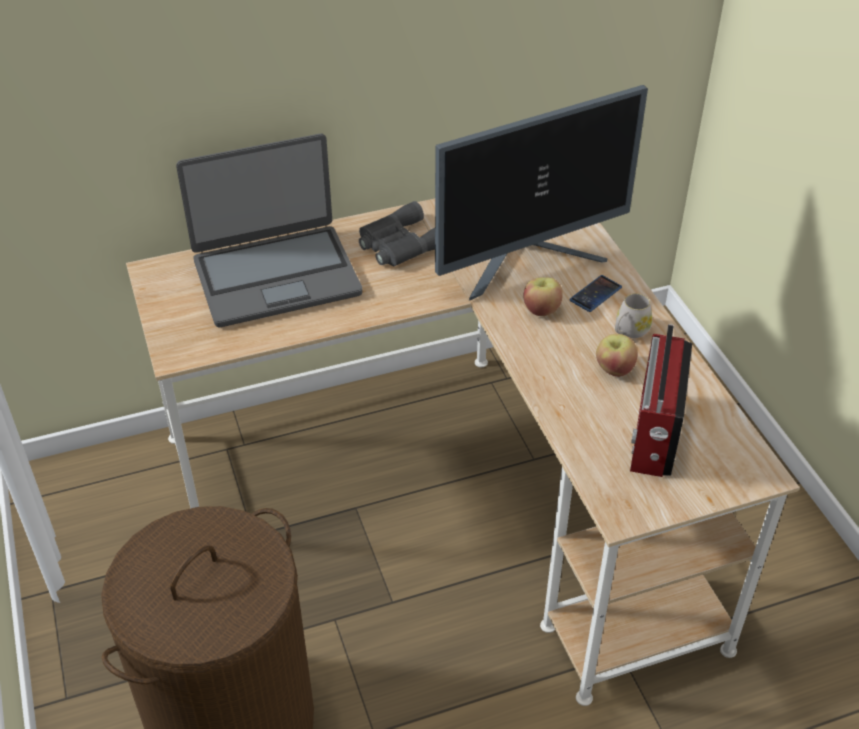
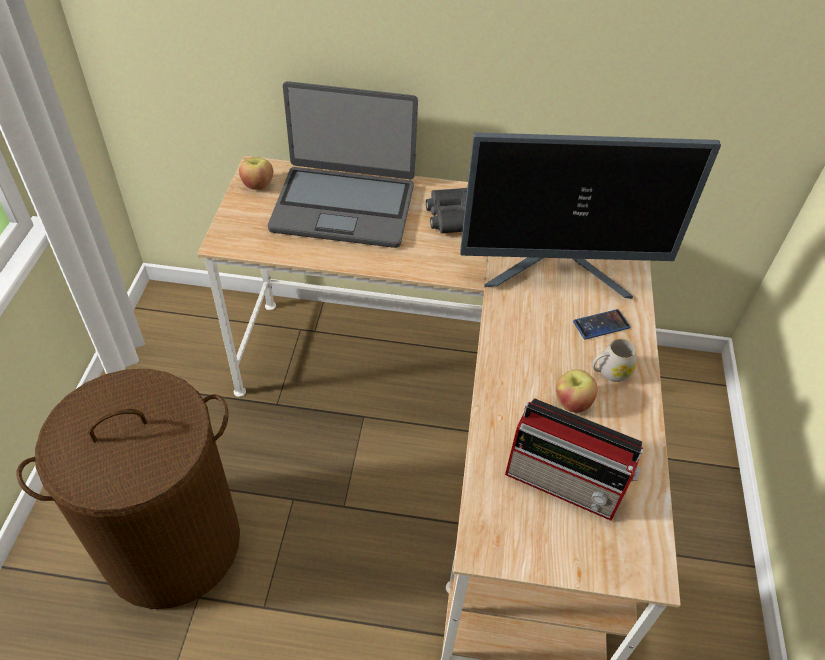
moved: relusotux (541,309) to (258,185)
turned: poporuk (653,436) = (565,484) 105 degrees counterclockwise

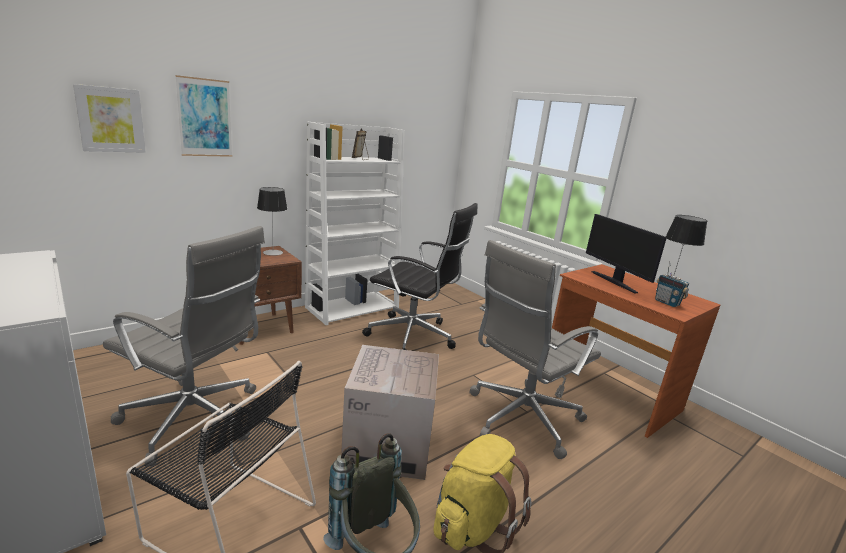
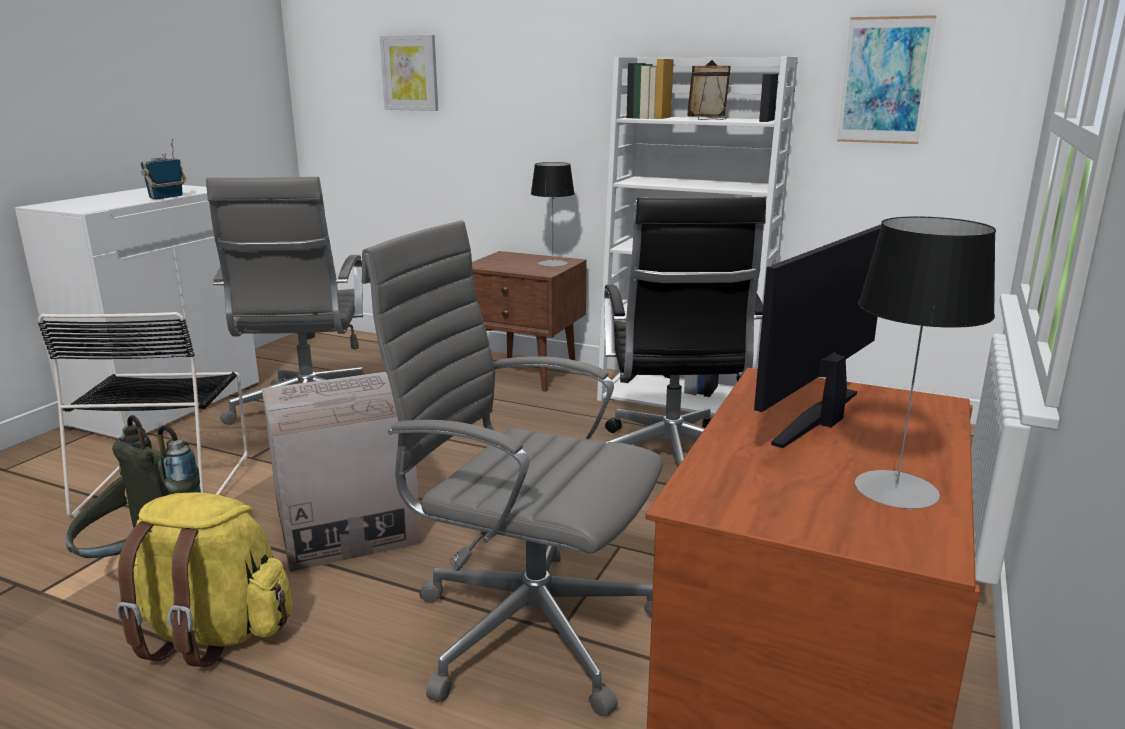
moved: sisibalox (205,118) to (884,81); poporuk (667,303) to (166,197)

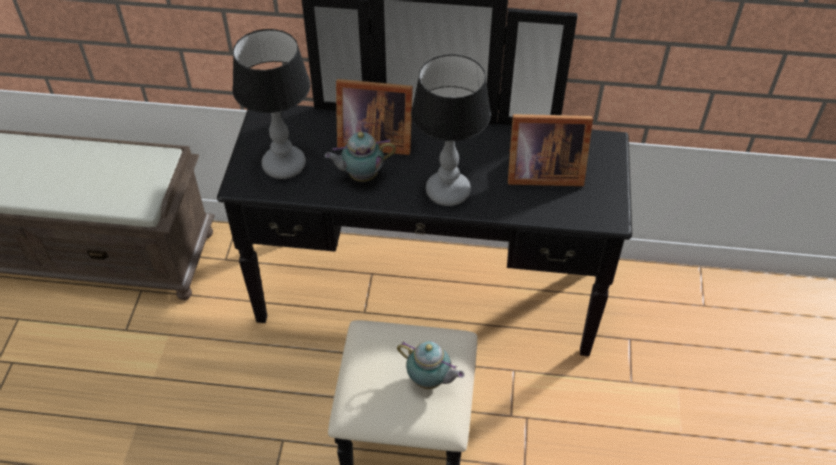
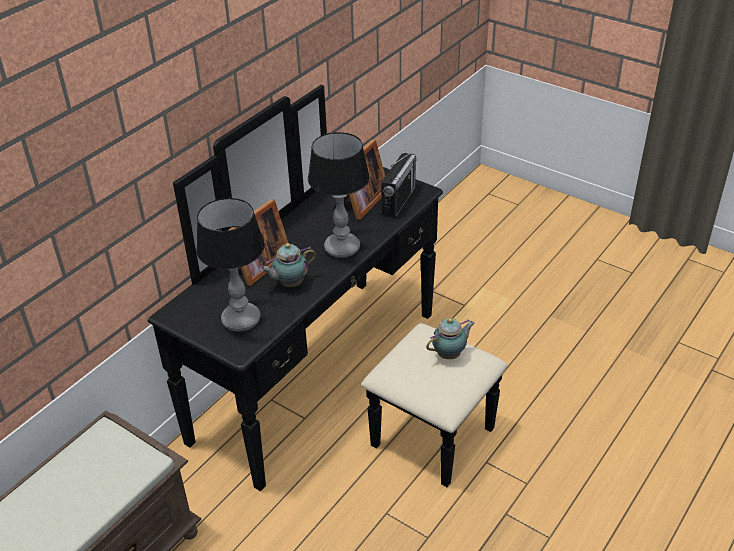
added: poporuk (398,201)
turned: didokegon (361,176) = (289,284) 45 degrees clockwise

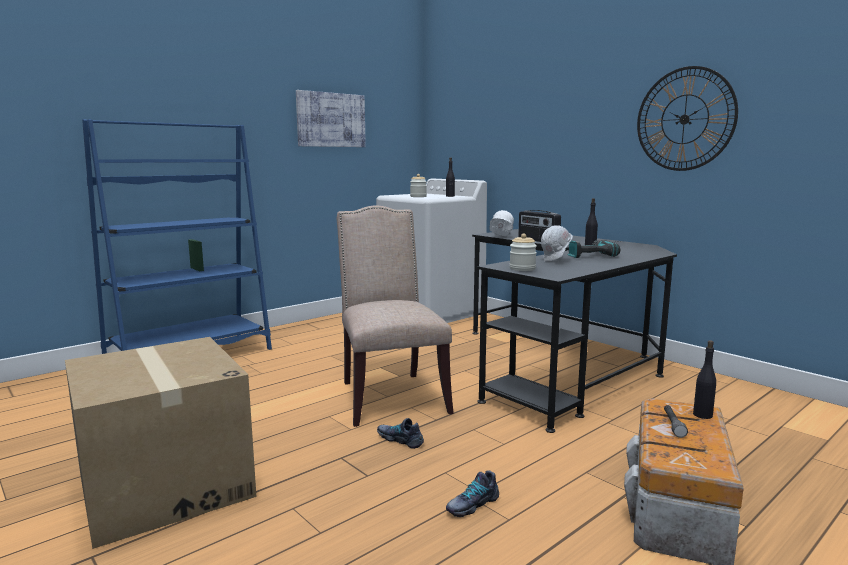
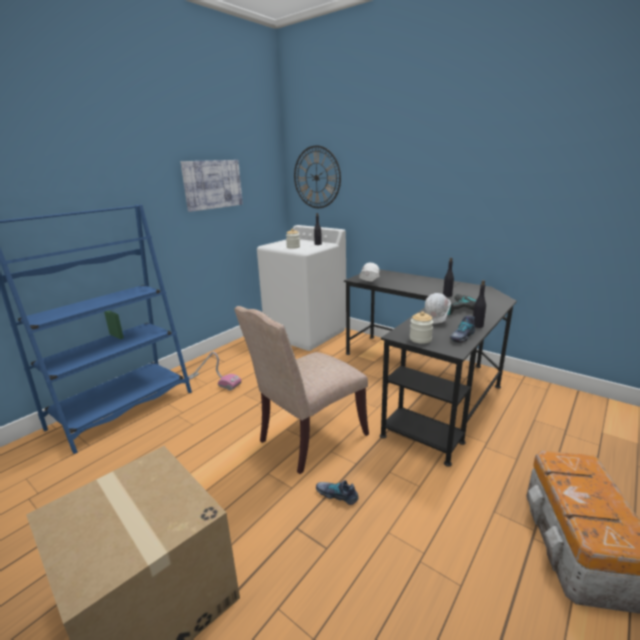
removed: poporuk (538,240); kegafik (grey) (673,425)
added: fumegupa (213,381)
moved: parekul (472,504) to (462,336); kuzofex (684,119) to (316,177); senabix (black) (702,415) to (477,326)
turned: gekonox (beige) (389,395) = (308,438) 105 degrees counterclockwise

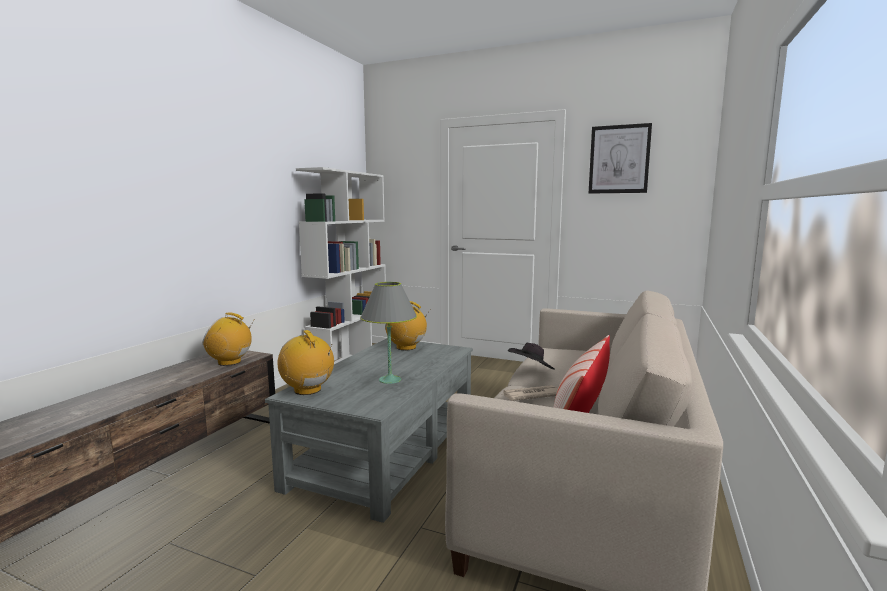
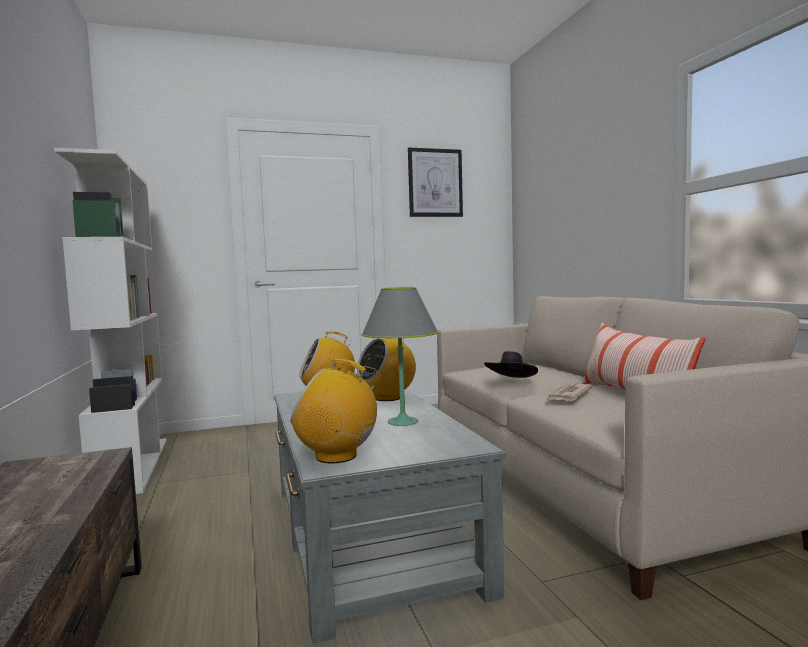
moved: poporuk (230,362) to (388,397)

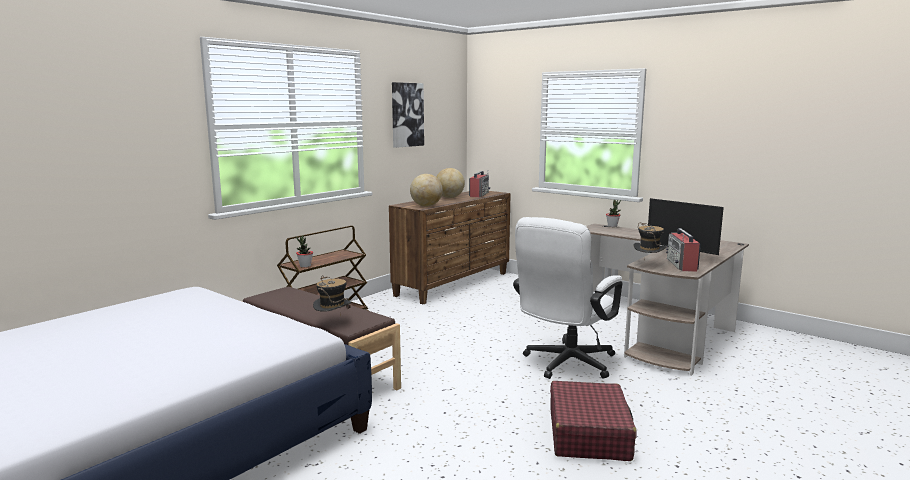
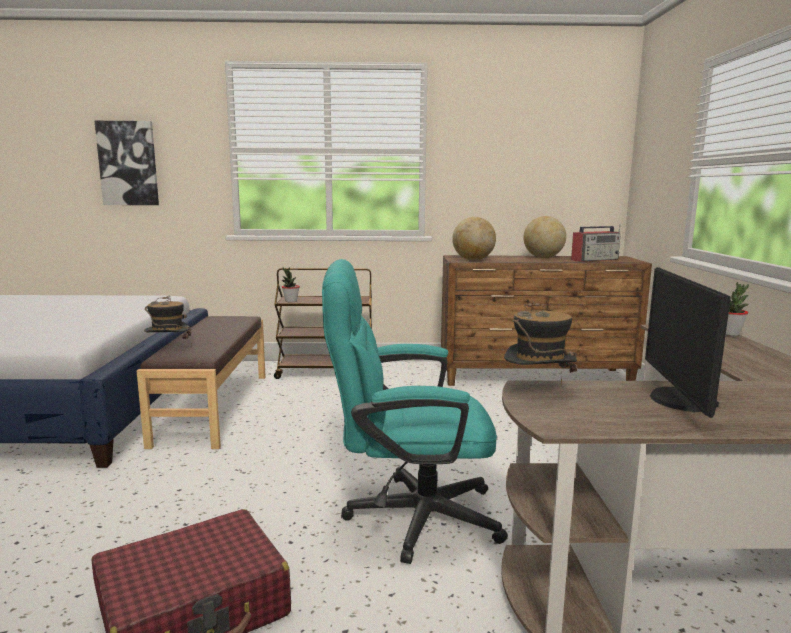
removed: poporuk (682,265)
moved: sisibalox (407,115) to (128,163)
recoloured: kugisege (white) (565,365) to kugisege (turquoise) (408,516)

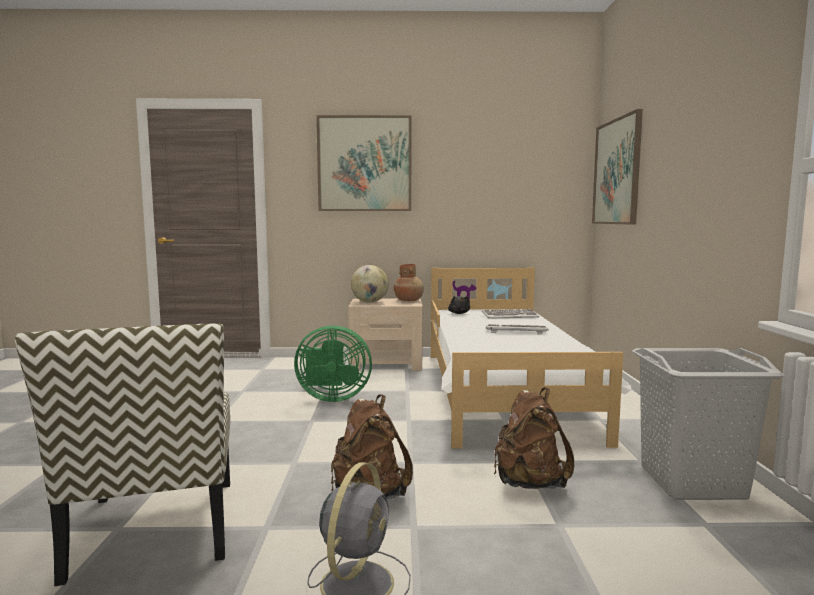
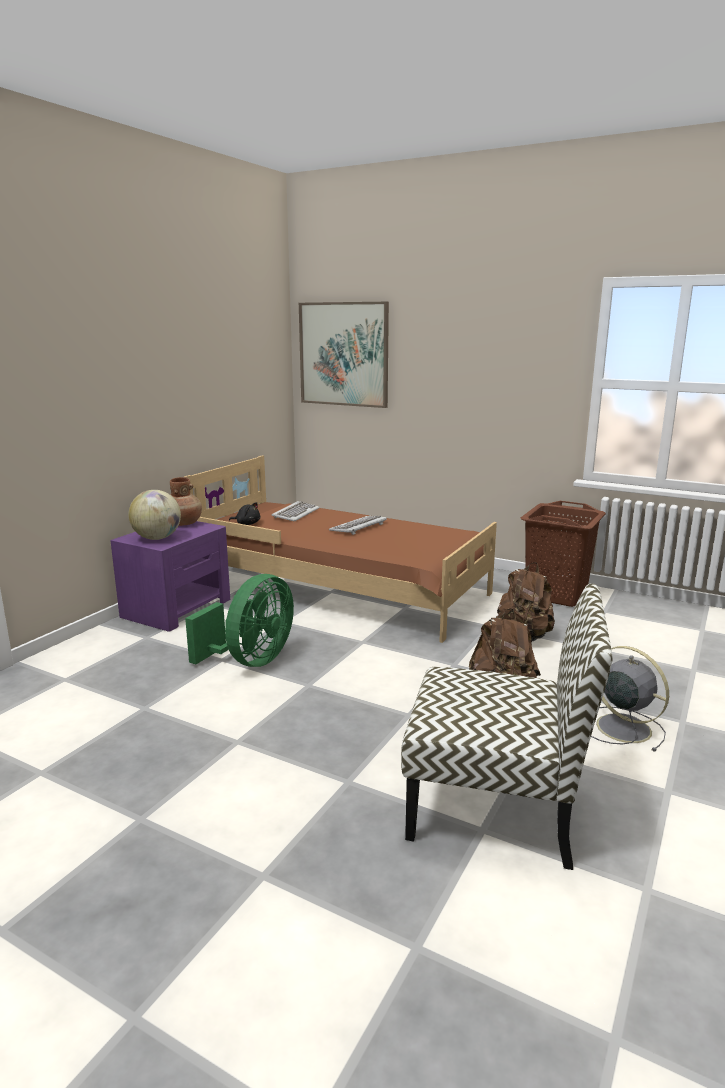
removed: sisibalox (364,164)
recoloured: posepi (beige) (387,363) to posepi (purple) (177,608); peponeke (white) (503,391) to peponeke (brown) (341,588); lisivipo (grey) (693,483) to lisivipo (brown) (556,595)

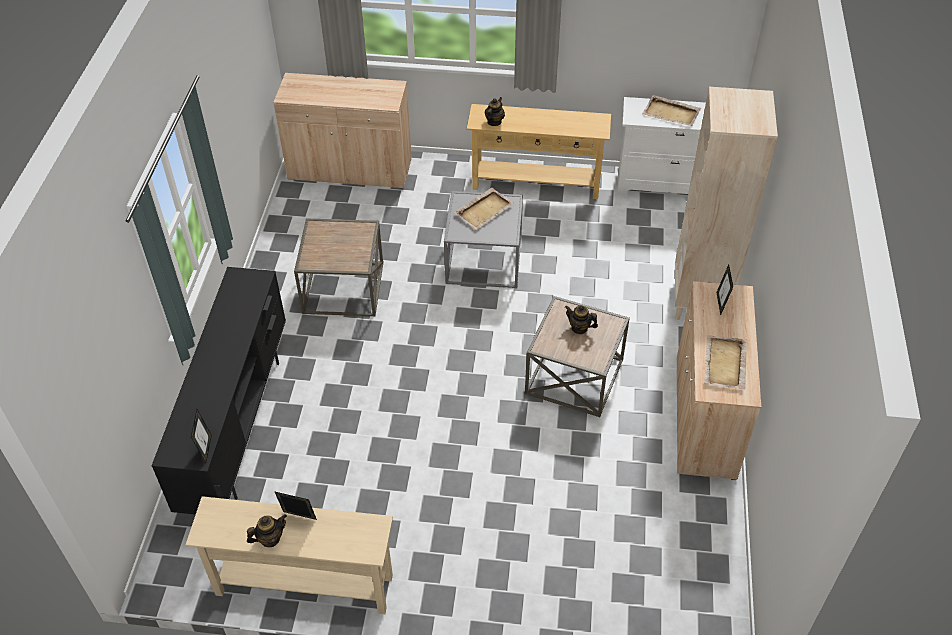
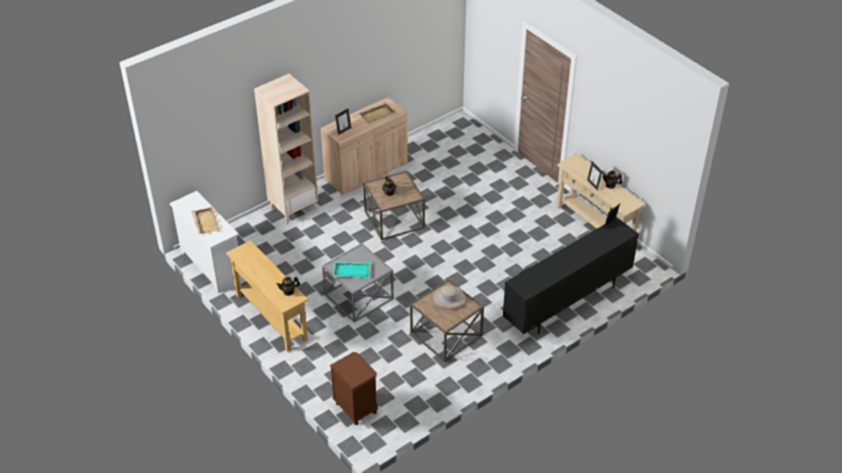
added: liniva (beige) (449,298)
replaced: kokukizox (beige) (350,170) to posepi (brown) (356,408)
recoloured: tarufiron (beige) (484,210) to tarufiron (turquoise) (351,271)

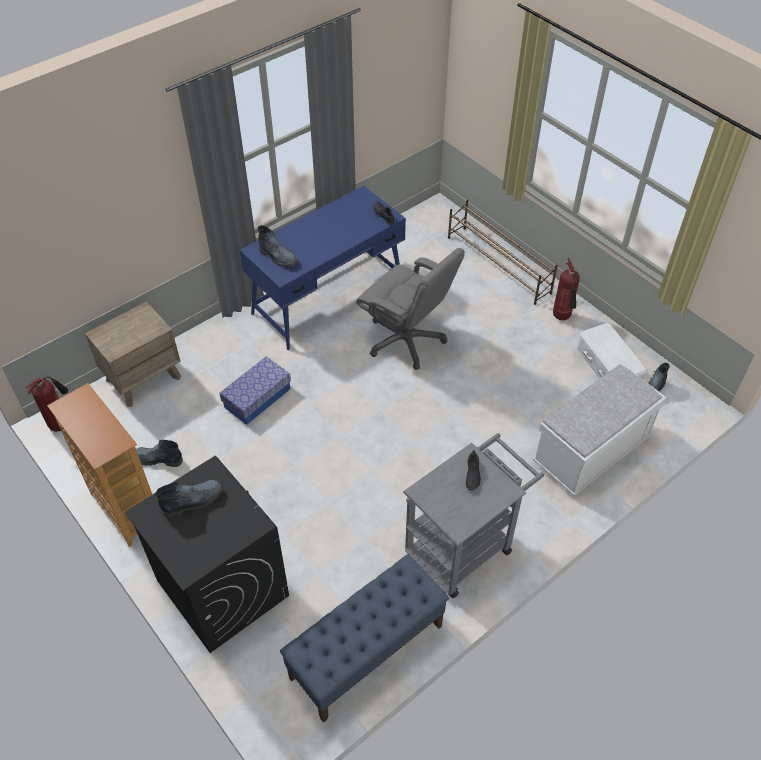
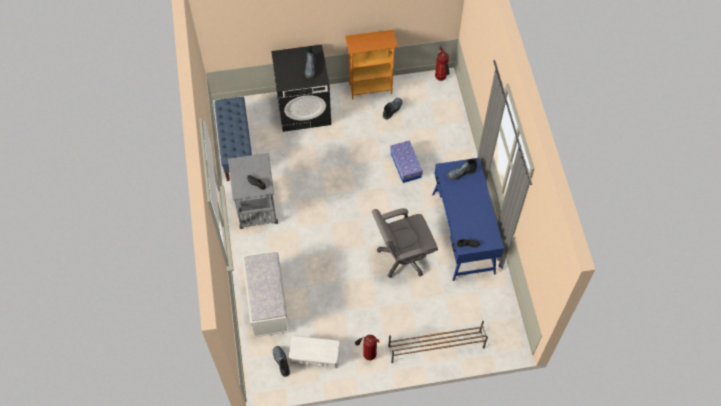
removed: posepi (brown) (144,378)

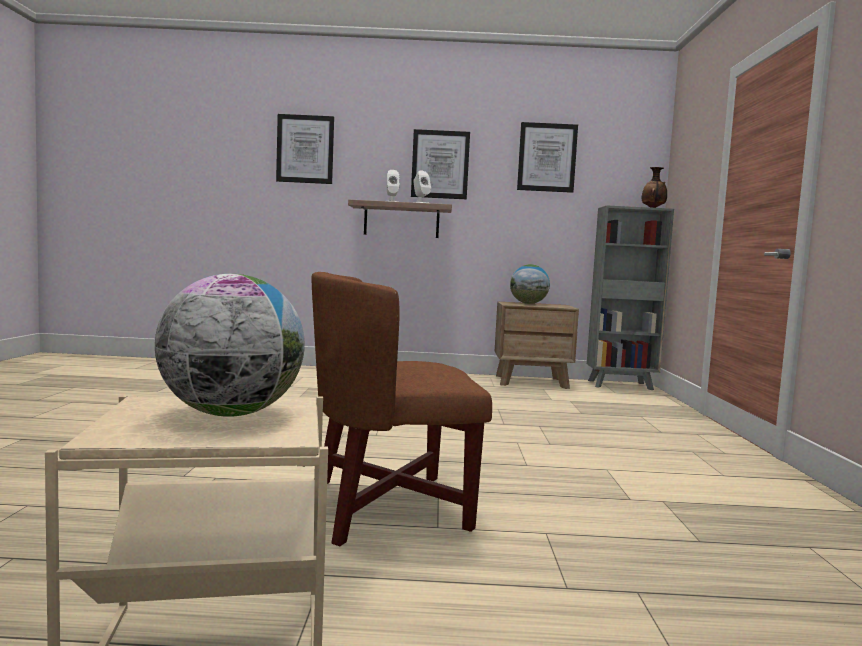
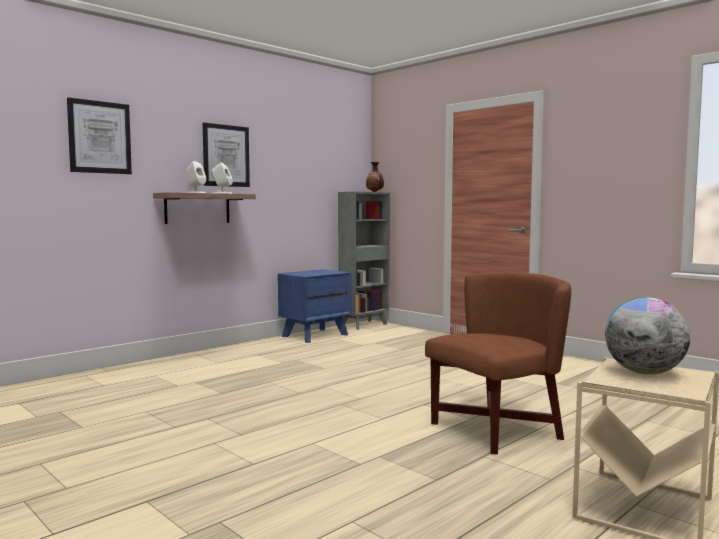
removed: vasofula (528,303); sisibalox (547,157)
recoloured: posepi (brown) (531,382) to posepi (blue) (315,335)
turned: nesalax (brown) (387,506) = (495,430) 150 degrees counterclockwise

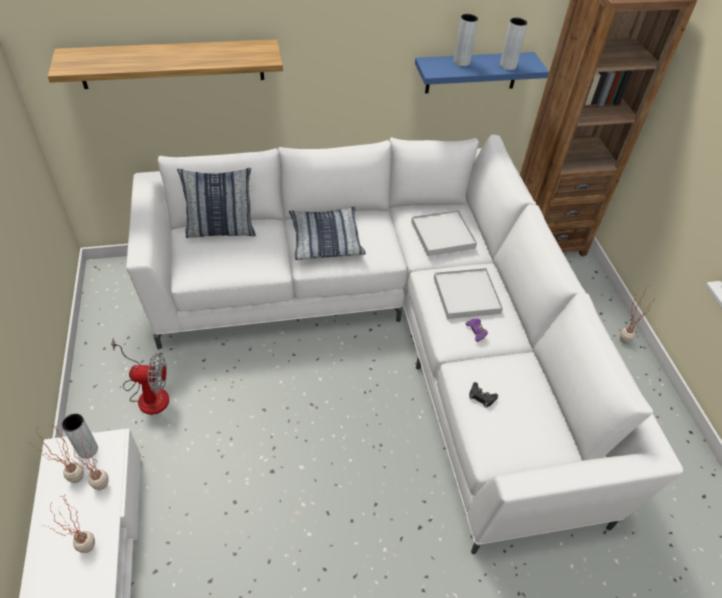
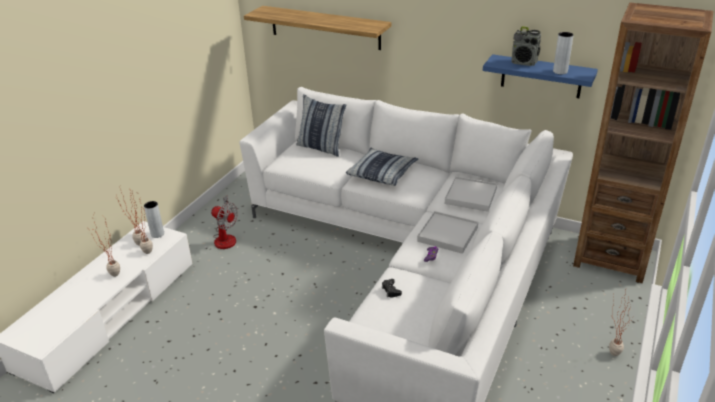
replaced: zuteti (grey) (461,62) to poporuk (524,63)

